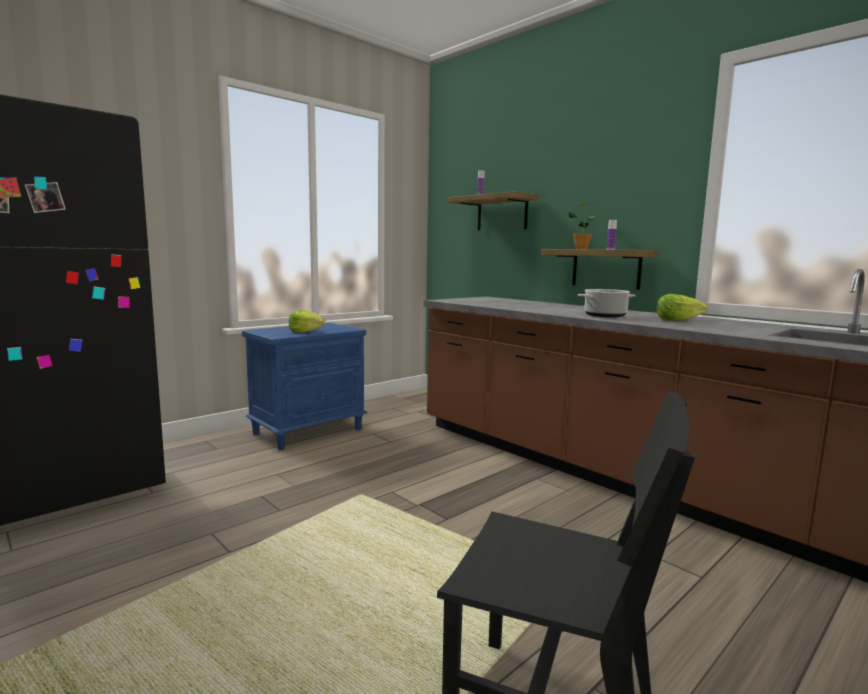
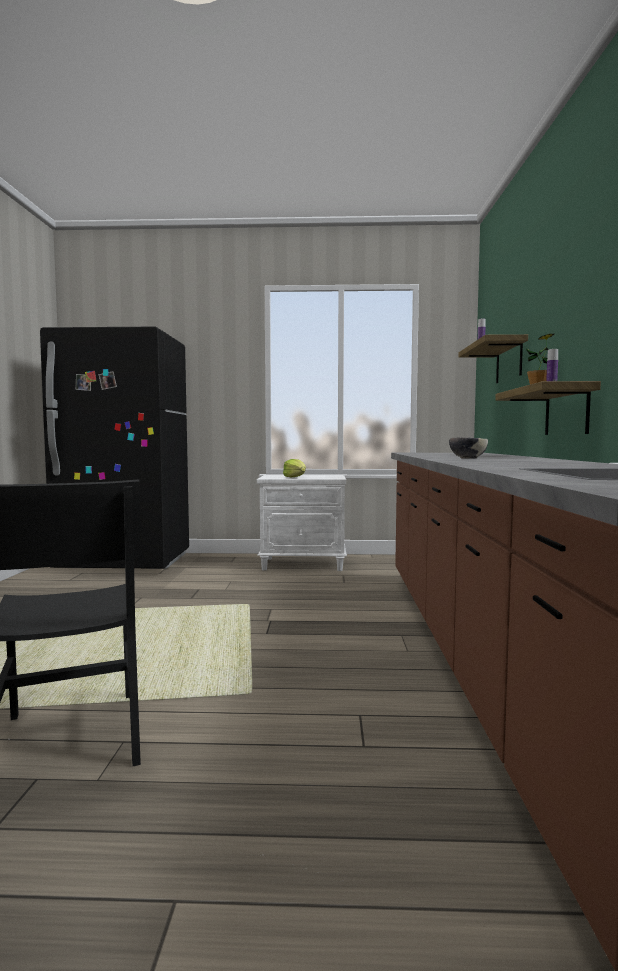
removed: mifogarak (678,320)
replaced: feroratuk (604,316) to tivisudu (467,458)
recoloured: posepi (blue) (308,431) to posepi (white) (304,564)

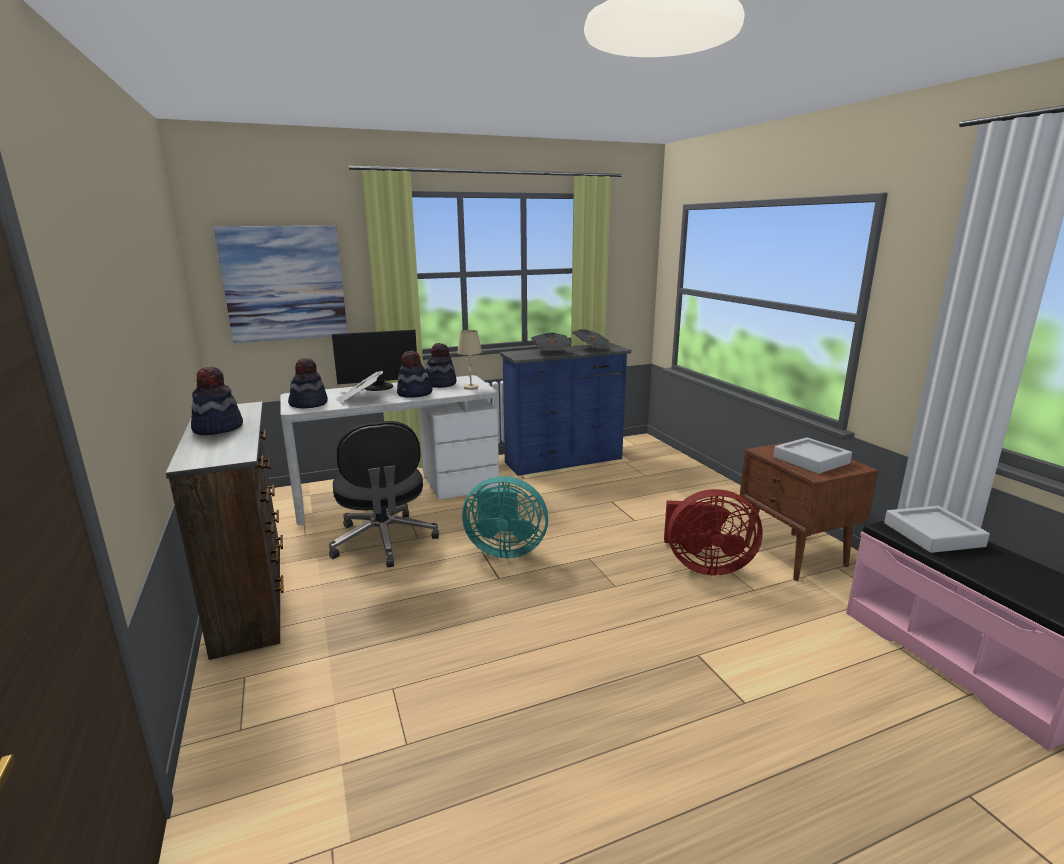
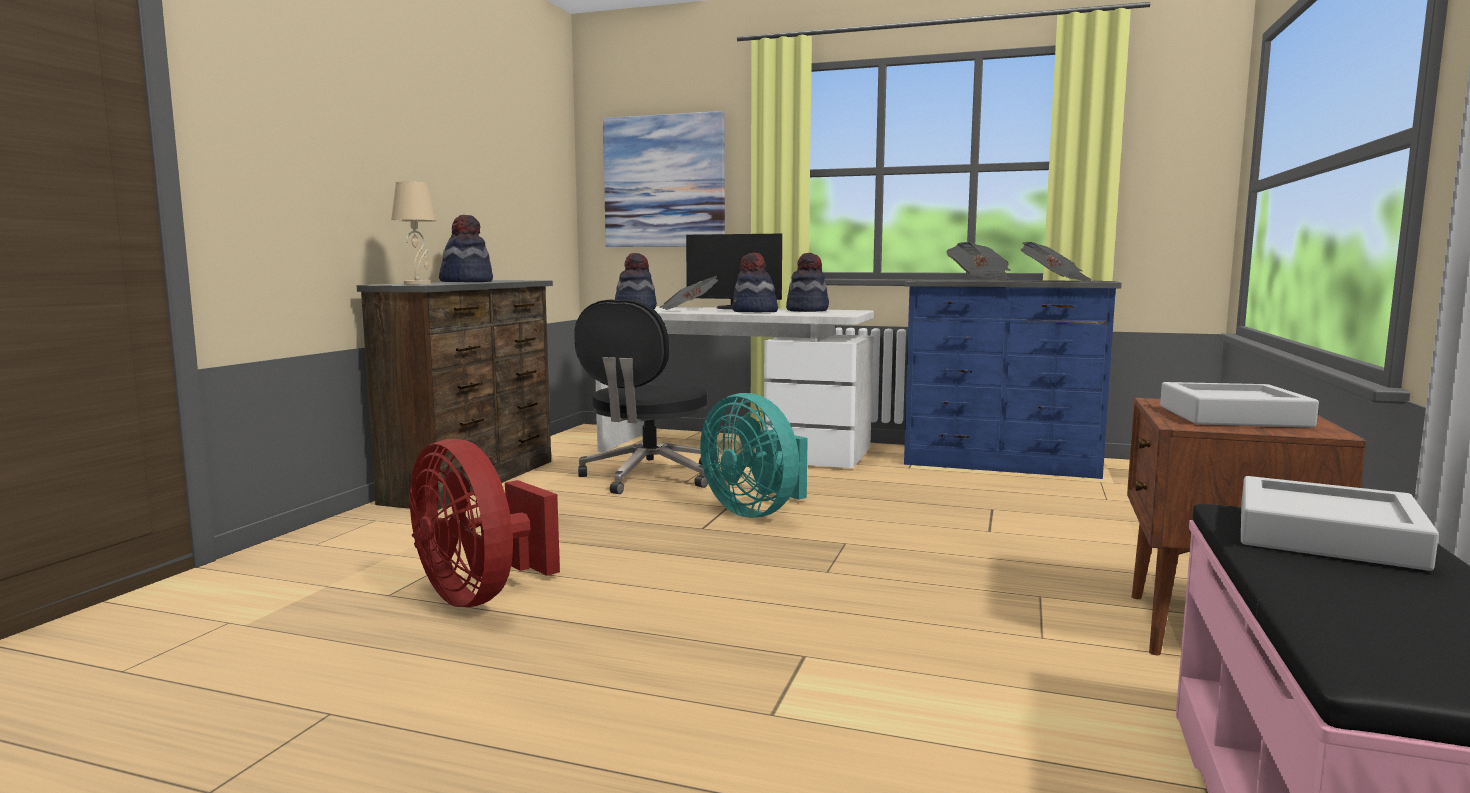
moved: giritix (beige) (470,387) to (417,284); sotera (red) (704,566) to (480,595)

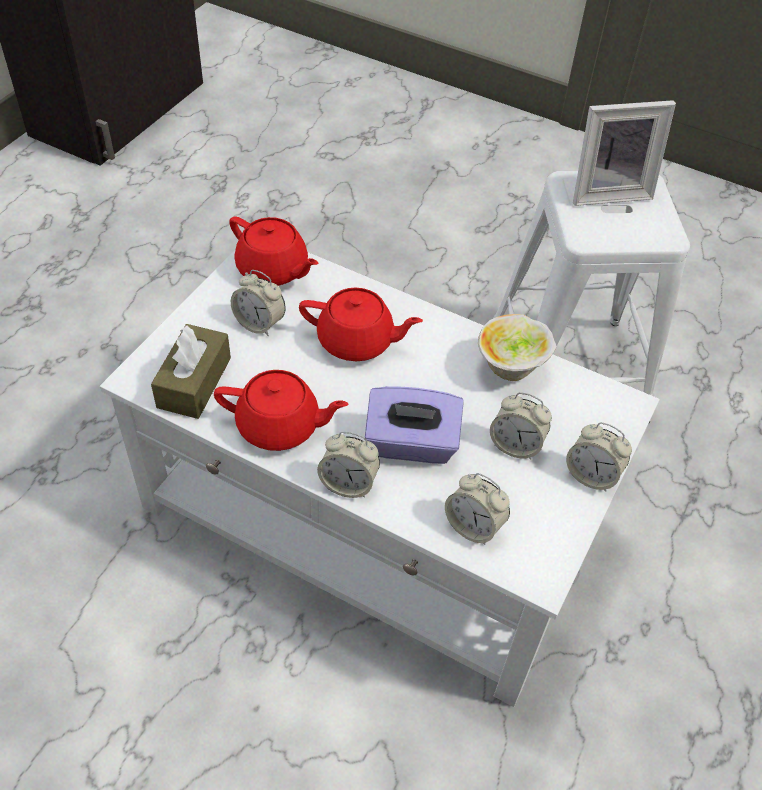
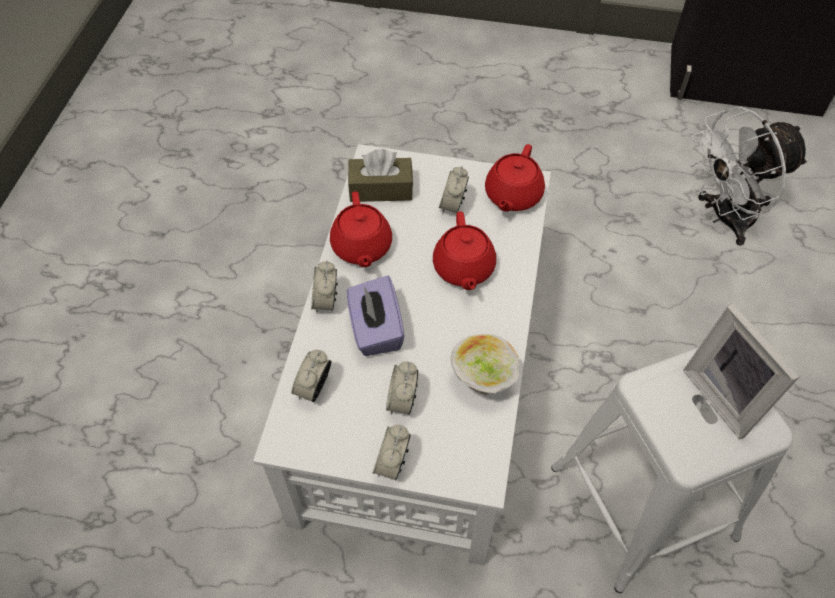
added: sotera (white) (724,218)

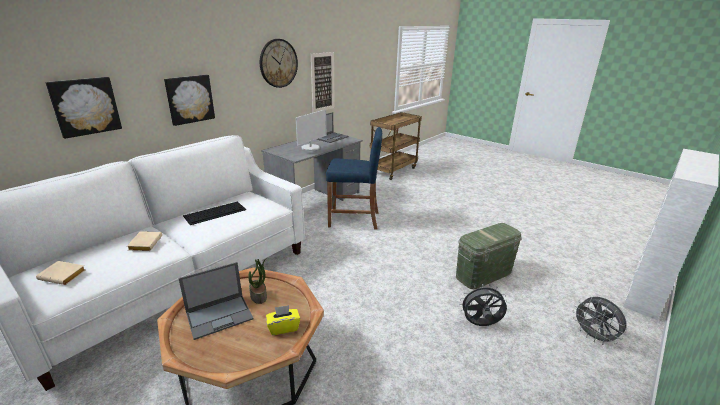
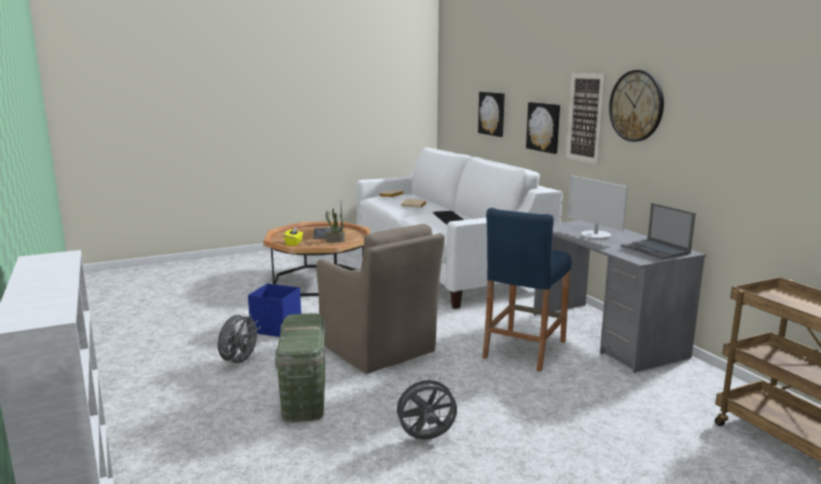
added: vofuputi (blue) (277,328); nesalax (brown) (379,350)
moved: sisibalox (322,82) to (585,117); sotera (grey) (593,337) to (426,439)

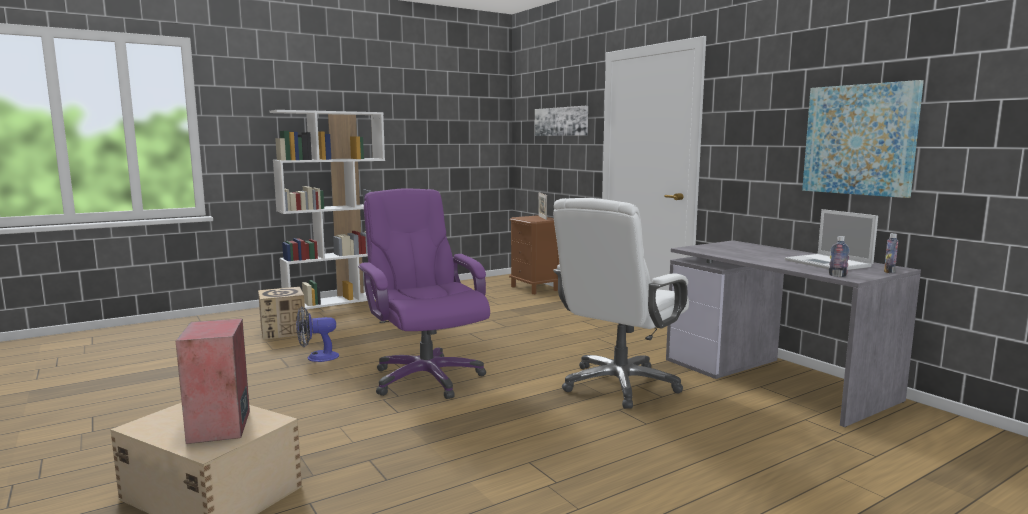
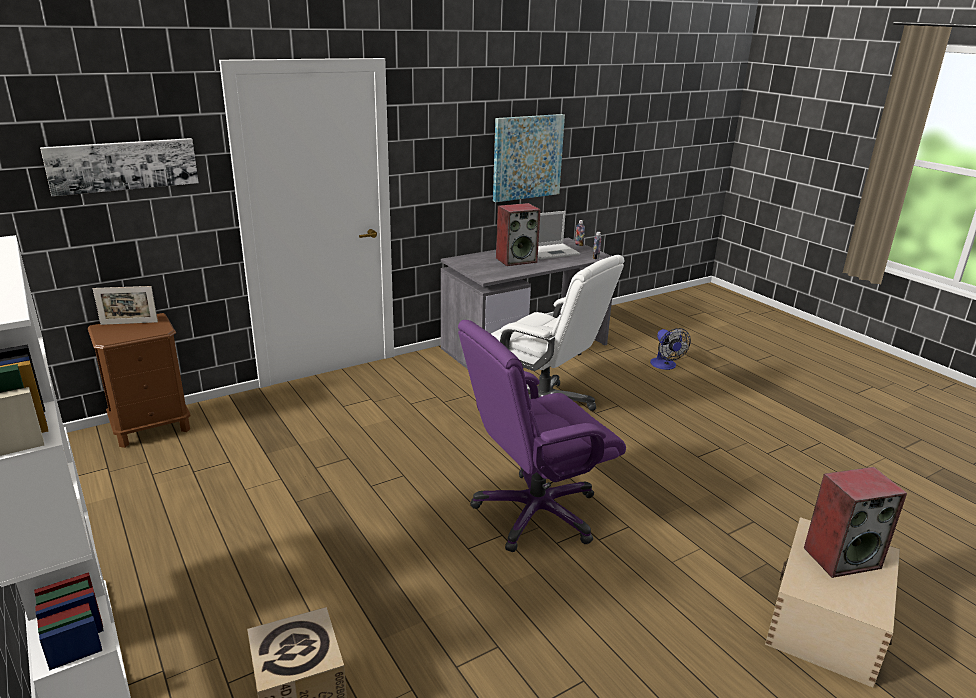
added: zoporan (516,260)
moved: sotera (317,357) to (665,366)

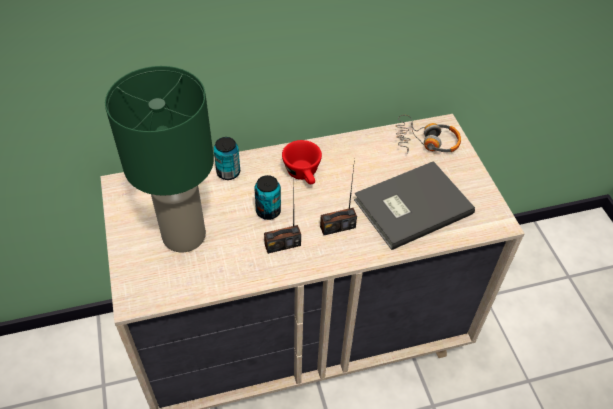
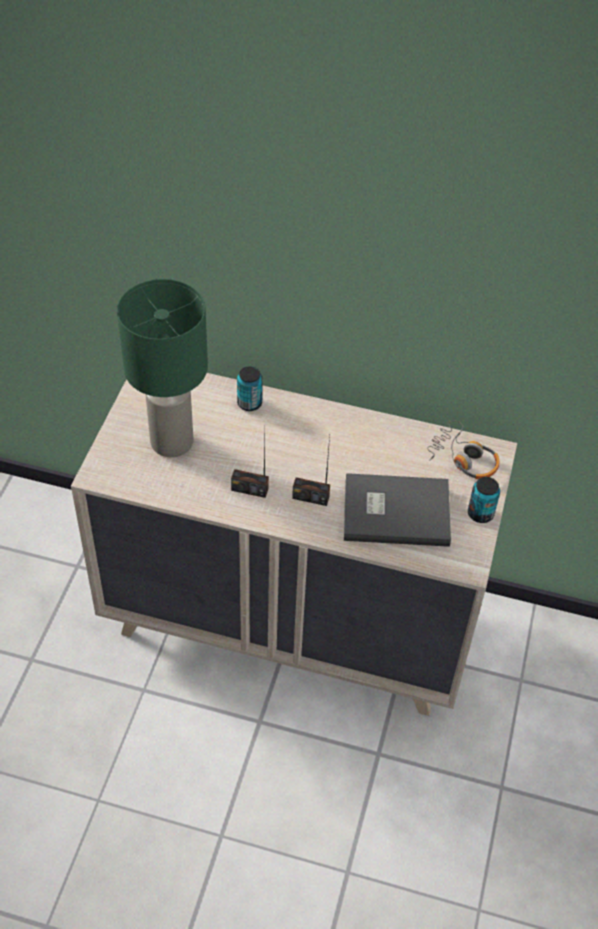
removed: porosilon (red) (304,175)
moved: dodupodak (268,211) to (480,514)

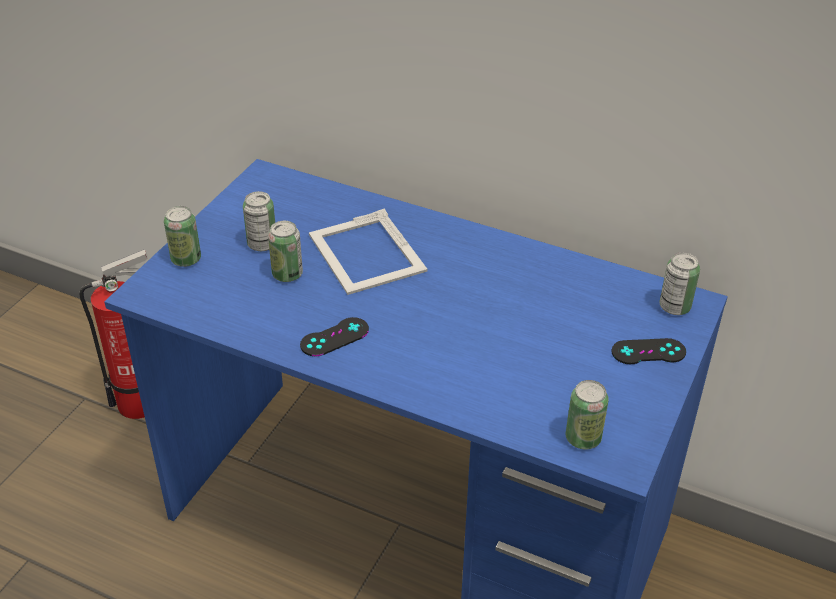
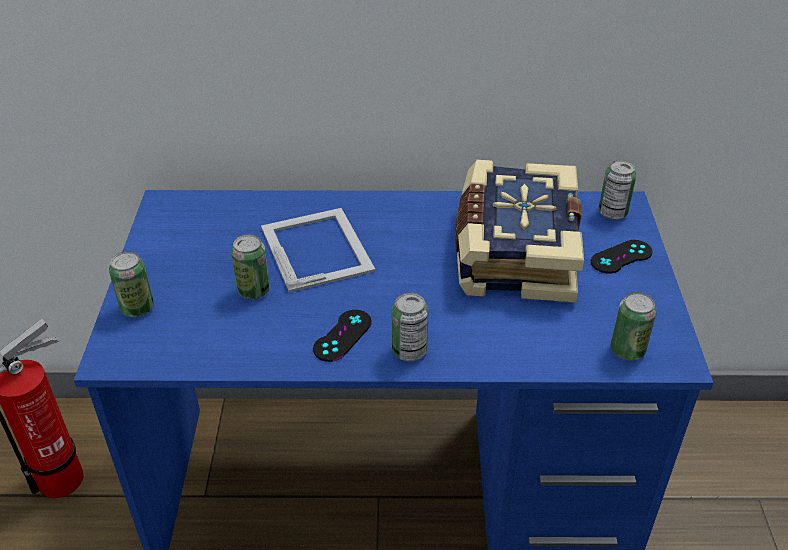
added: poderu (513,251)
moved: dodupodak (262,244) to (409,351)
turned: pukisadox (366,254) = (317,247) 150 degrees counterclockwise

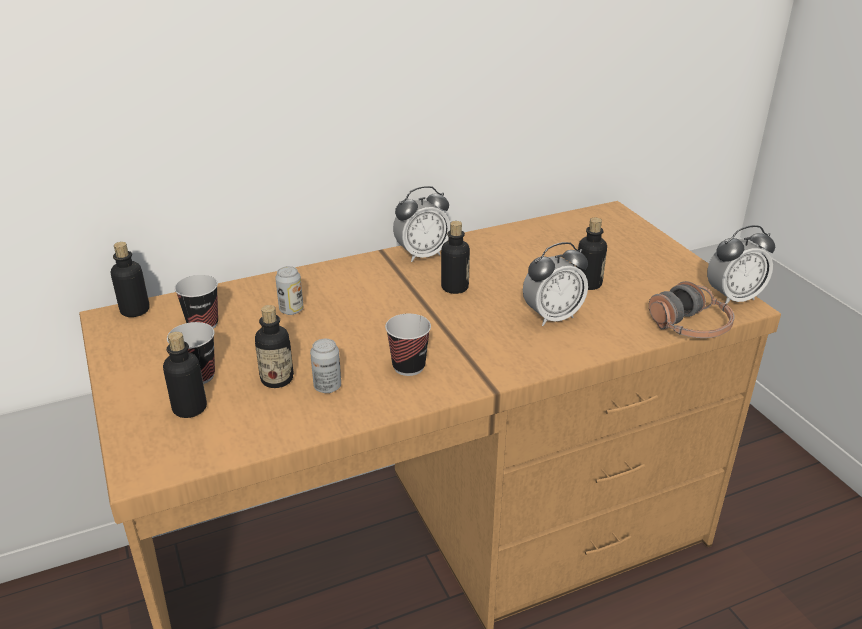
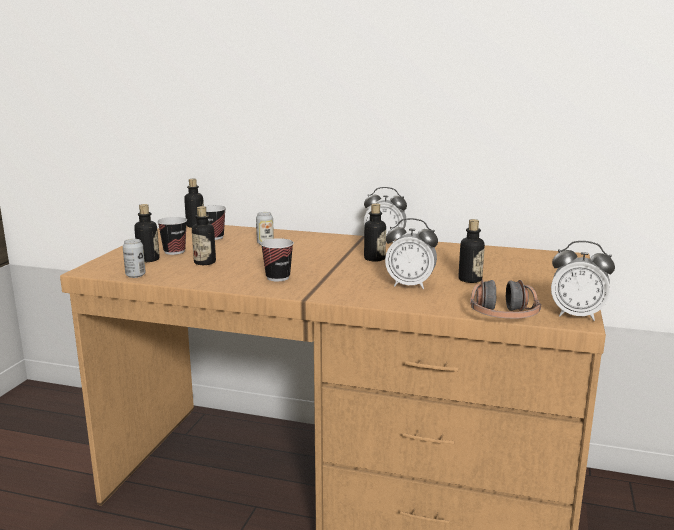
moved: dodupodak (327,387) to (135,275)

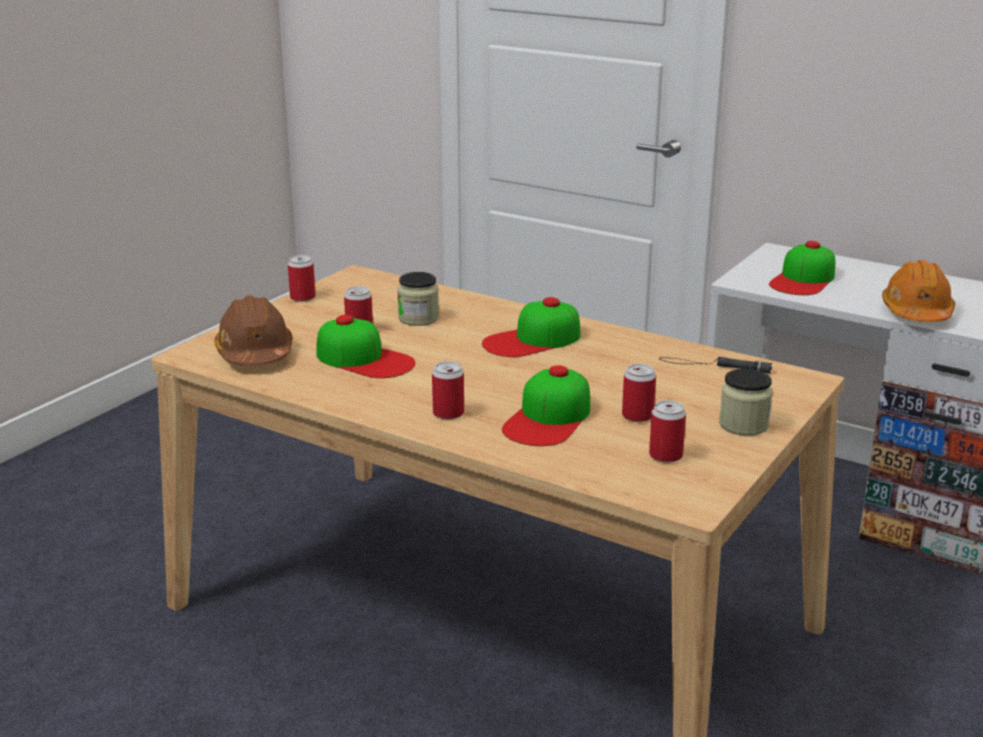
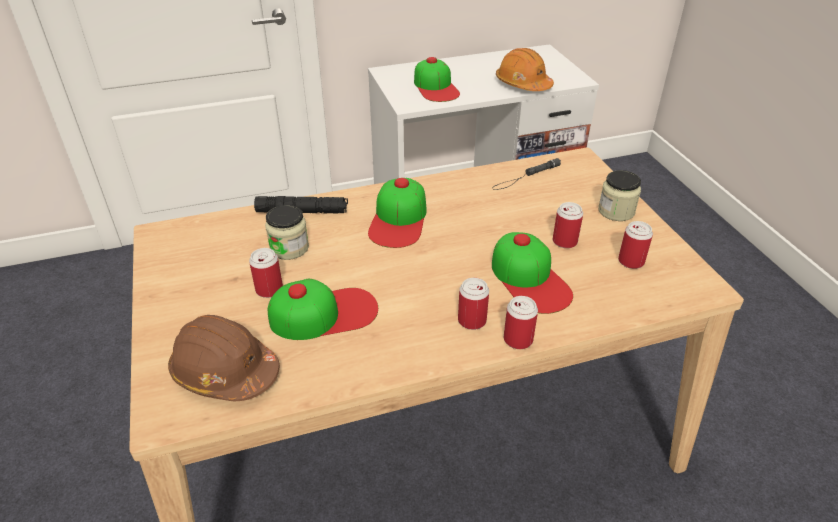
added: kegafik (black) (302,212)
moved: dodupodak (303,298) to (518,339)

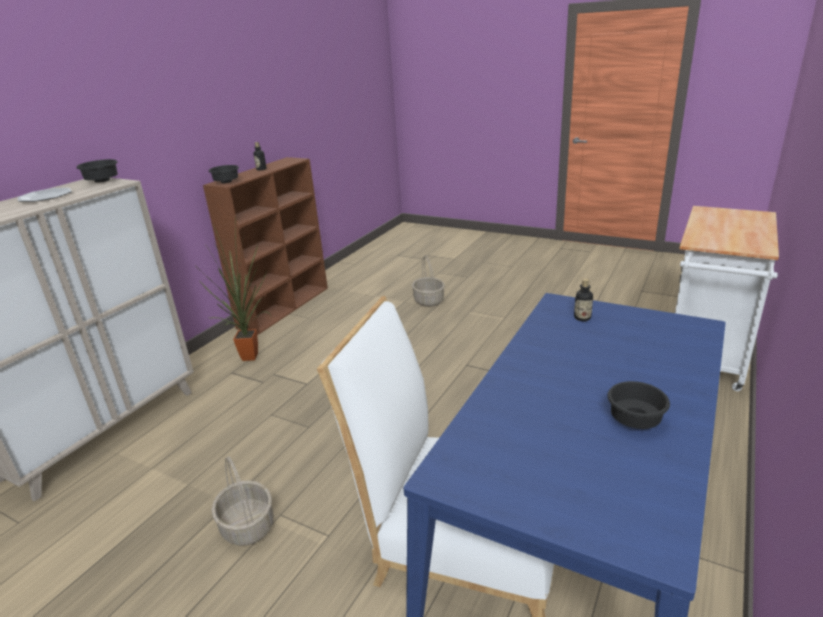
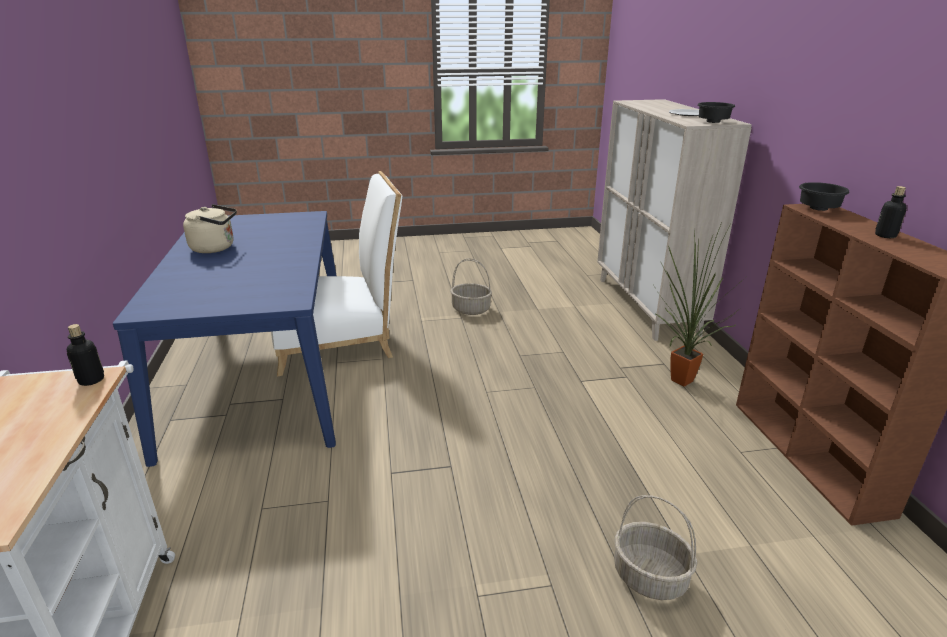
moved: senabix (582,318) to (91,380)
replaced: tivisudu (black) (633,419) to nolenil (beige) (216,248)

